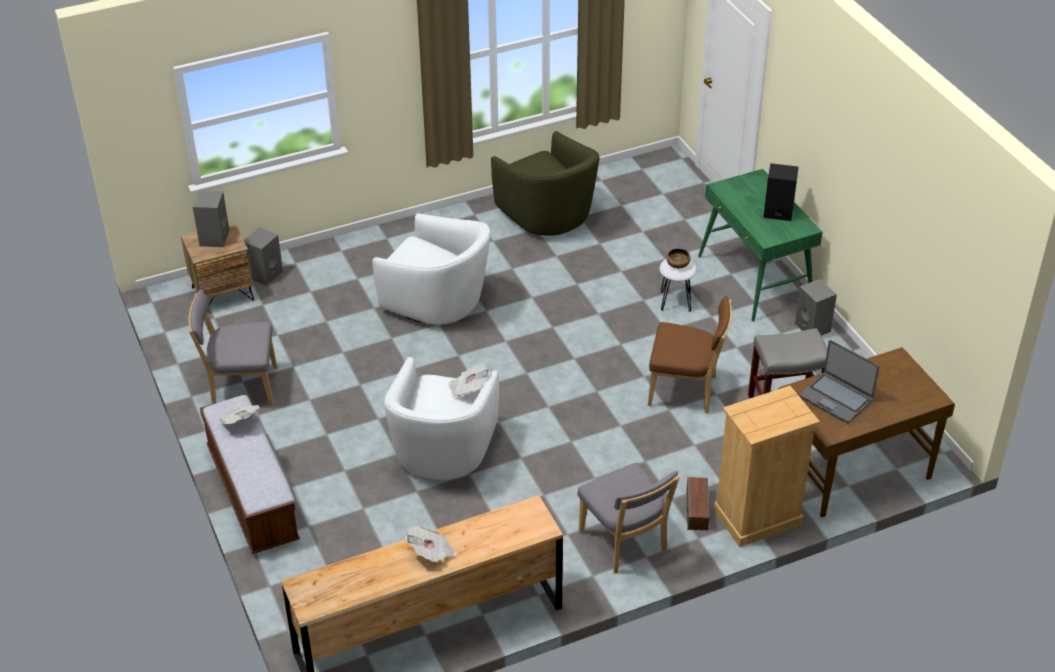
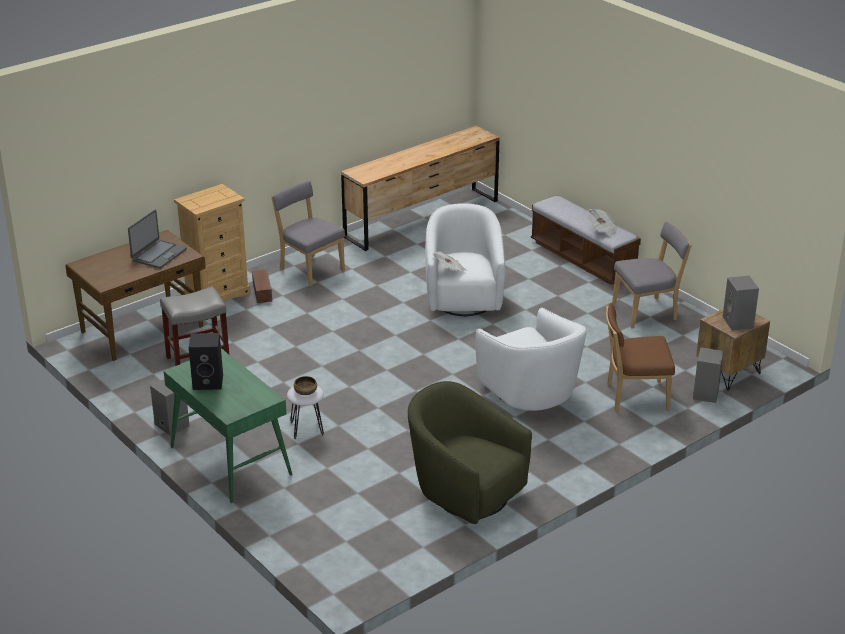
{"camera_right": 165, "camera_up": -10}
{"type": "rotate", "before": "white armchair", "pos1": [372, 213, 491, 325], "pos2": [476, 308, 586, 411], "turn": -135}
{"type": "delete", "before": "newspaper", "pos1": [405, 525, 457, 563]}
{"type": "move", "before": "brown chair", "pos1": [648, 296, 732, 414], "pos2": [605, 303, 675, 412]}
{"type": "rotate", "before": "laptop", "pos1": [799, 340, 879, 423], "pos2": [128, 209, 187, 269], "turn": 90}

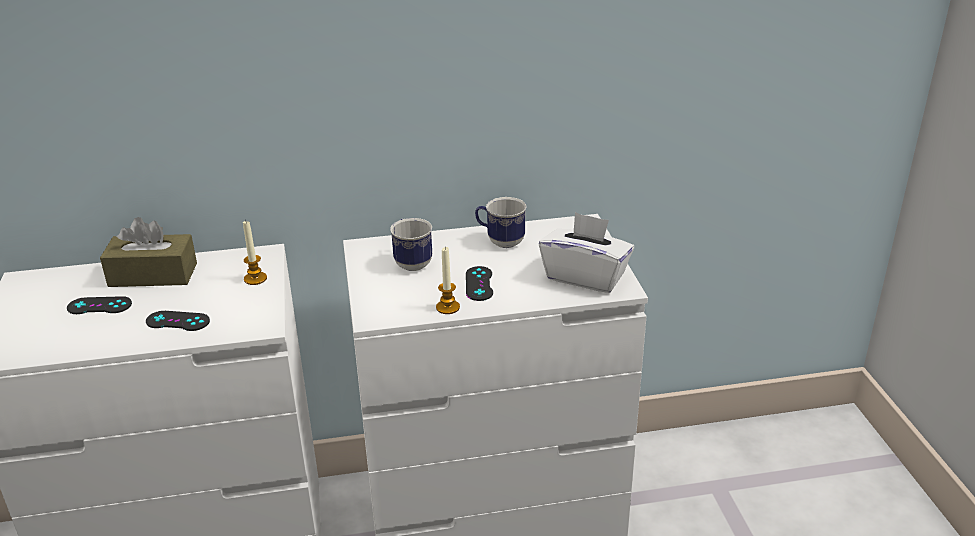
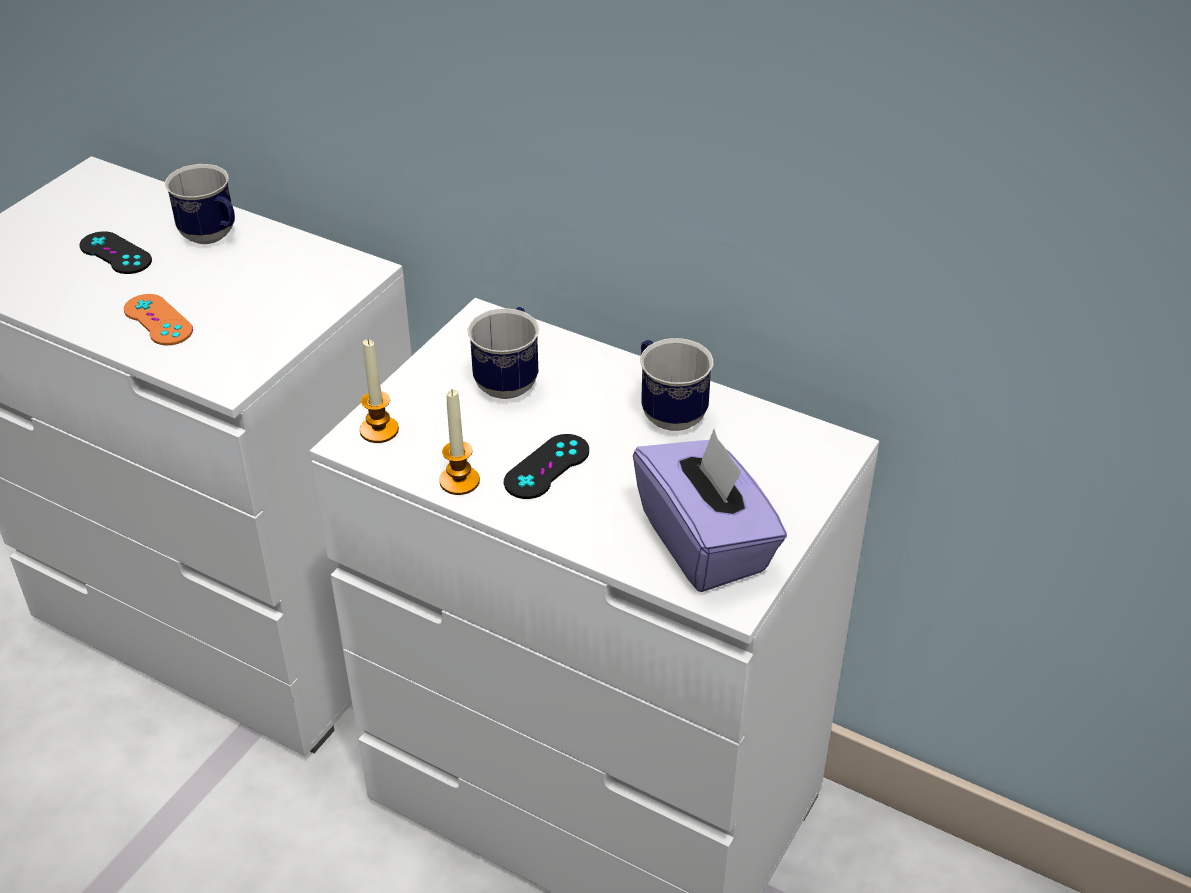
{"camera_right": 40, "camera_up": 10}
{"type": "replace", "before": "brown tissue box", "after": "mug", "pos1": [100, 217, 197, 287], "pos2": [165, 164, 235, 244]}
{"type": "recolor", "before": "black game controller", "after": "orange game controller", "pos1": [146, 311, 210, 331], "pos2": [124, 294, 193, 345]}
{"type": "move", "before": "candle", "pos1": [243, 221, 267, 285], "pos2": [360, 340, 399, 443]}
{"type": "recolor", "before": "white tissue box", "after": "purple tissue box", "pos1": [539, 212, 634, 293], "pos2": [633, 429, 787, 592]}

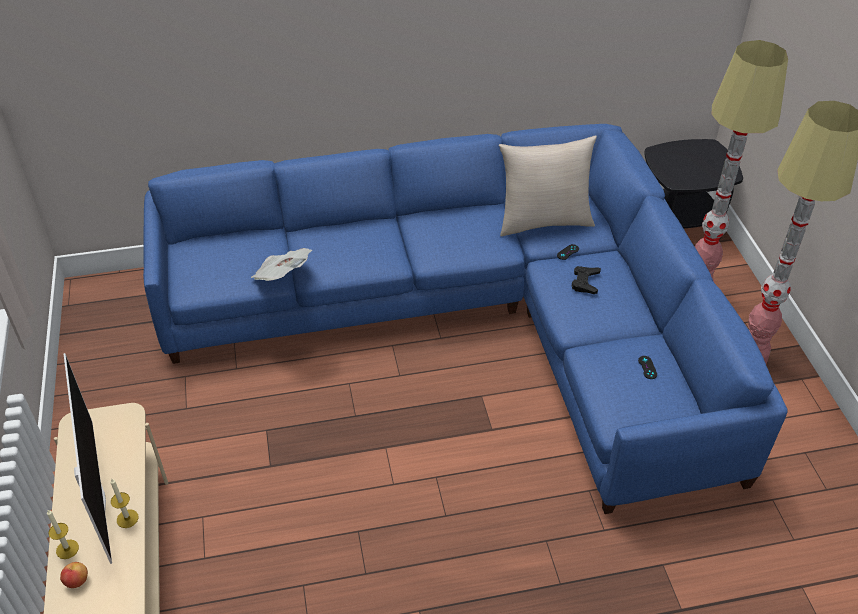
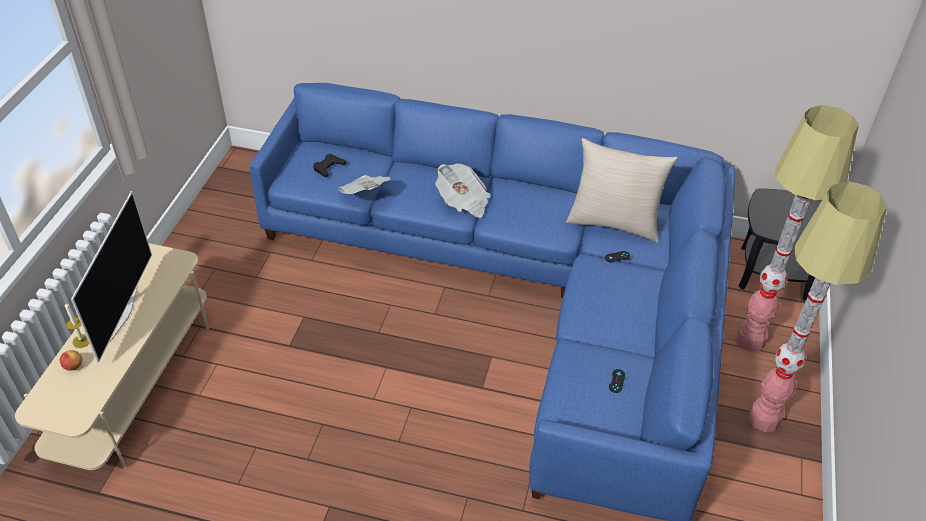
{"camera_right": 25, "camera_up": 0}
{"type": "delete", "before": "candle", "pos1": [110, 478, 138, 528]}
{"type": "move", "before": "black game controller", "pos1": [571, 266, 601, 294], "pos2": [313, 154, 346, 177]}
{"type": "insert", "after": "newspaper", "pos2": [435, 163, 490, 218]}

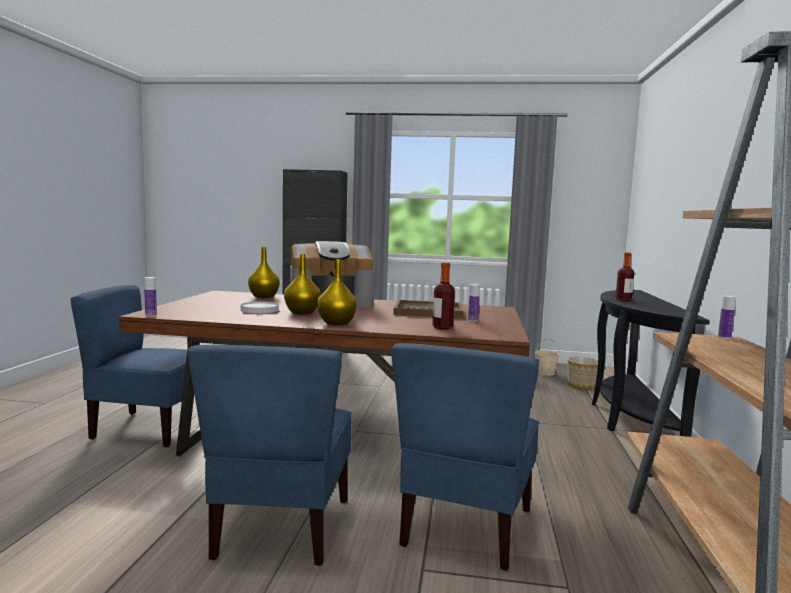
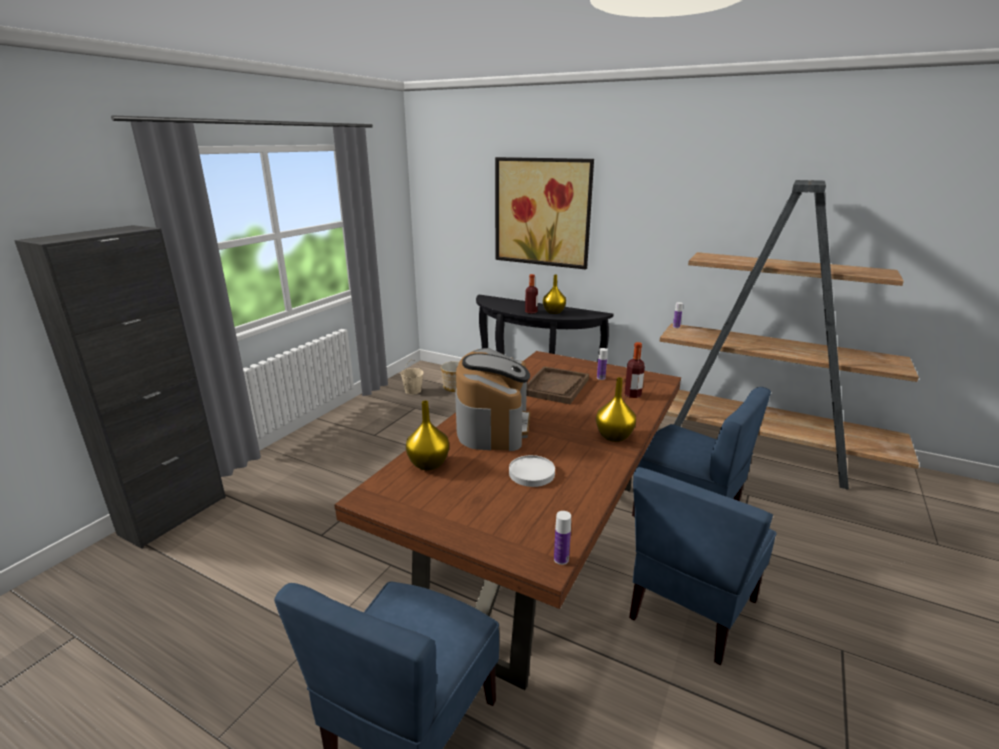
{"camera_right": -70, "camera_up": 15}
{"type": "rotate", "before": "blue chair", "pos1": [188, 345, 352, 566], "pos2": [629, 467, 777, 665], "turn": 105}
{"type": "move", "before": "yellow vase", "pos1": [284, 254, 321, 315], "pos2": [543, 275, 566, 314]}
{"type": "insert", "after": "picture", "pos2": [495, 157, 594, 269]}

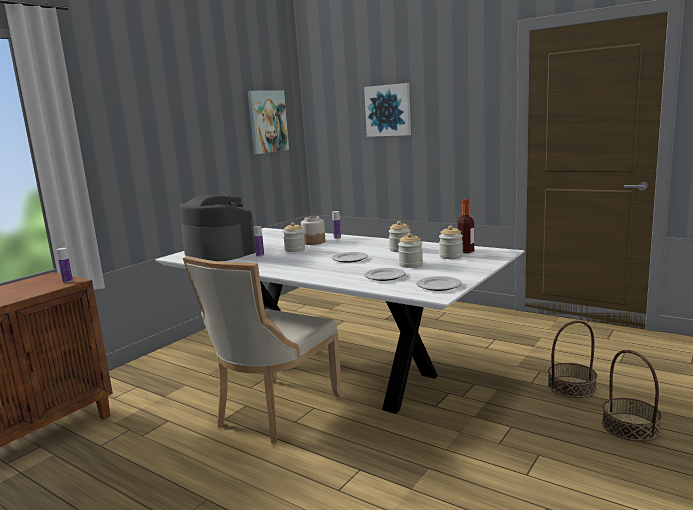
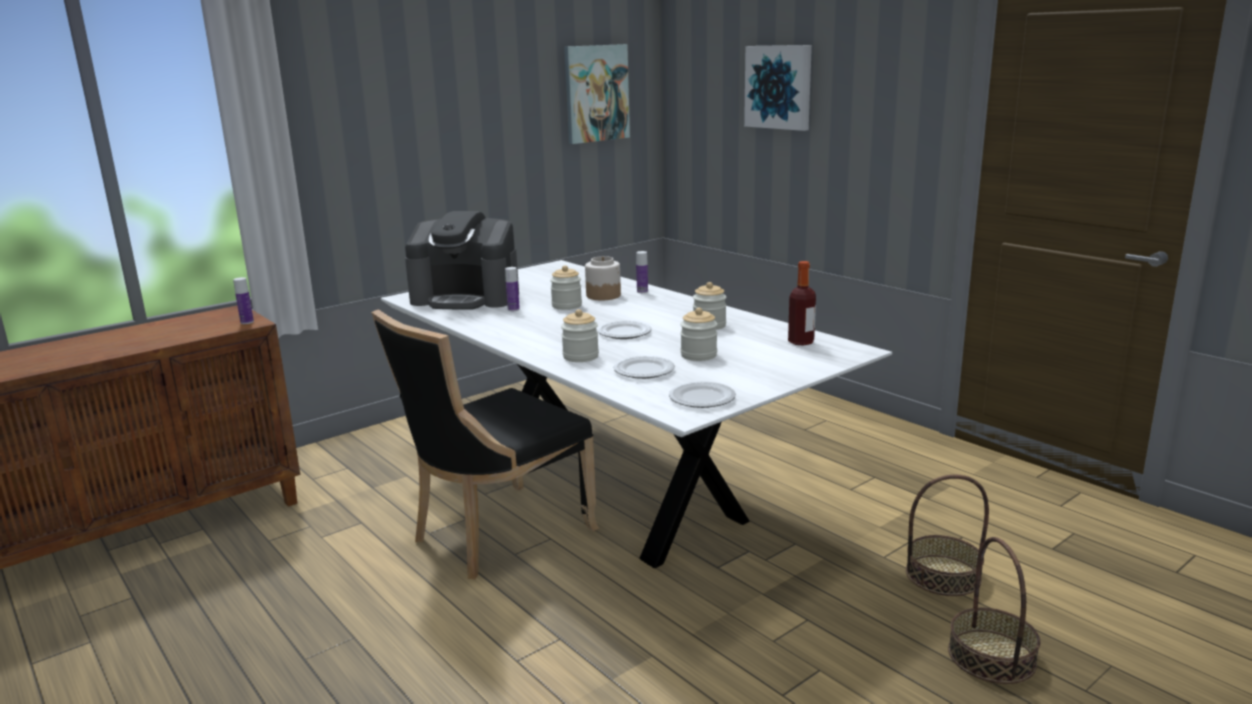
{"camera_right": 15, "camera_up": 5}
{"type": "rotate", "before": "coffee machine", "pos1": [180, 195, 256, 261], "pos2": [405, 211, 519, 310], "turn": 135}
{"type": "recolor", "before": "beige chair", "after": "black chair", "pos1": [183, 256, 344, 443], "pos2": [371, 309, 599, 579]}
{"type": "move", "before": "jar", "pos1": [439, 226, 463, 259], "pos2": [561, 309, 599, 362]}

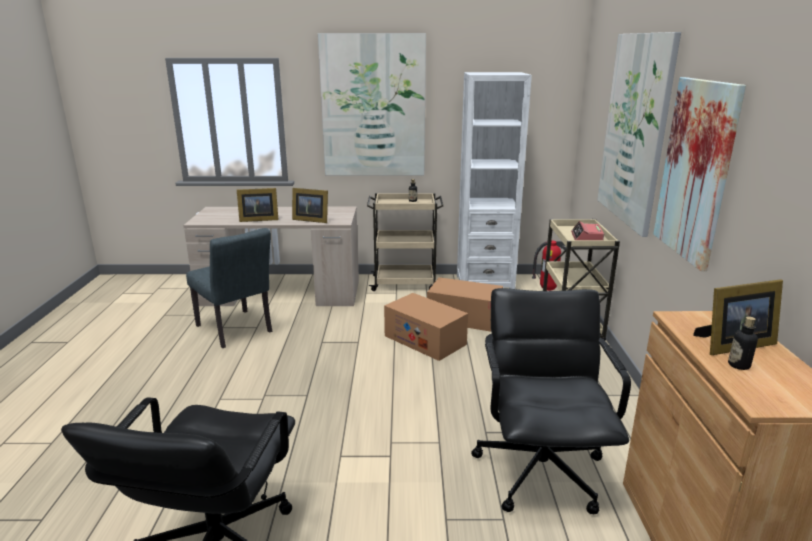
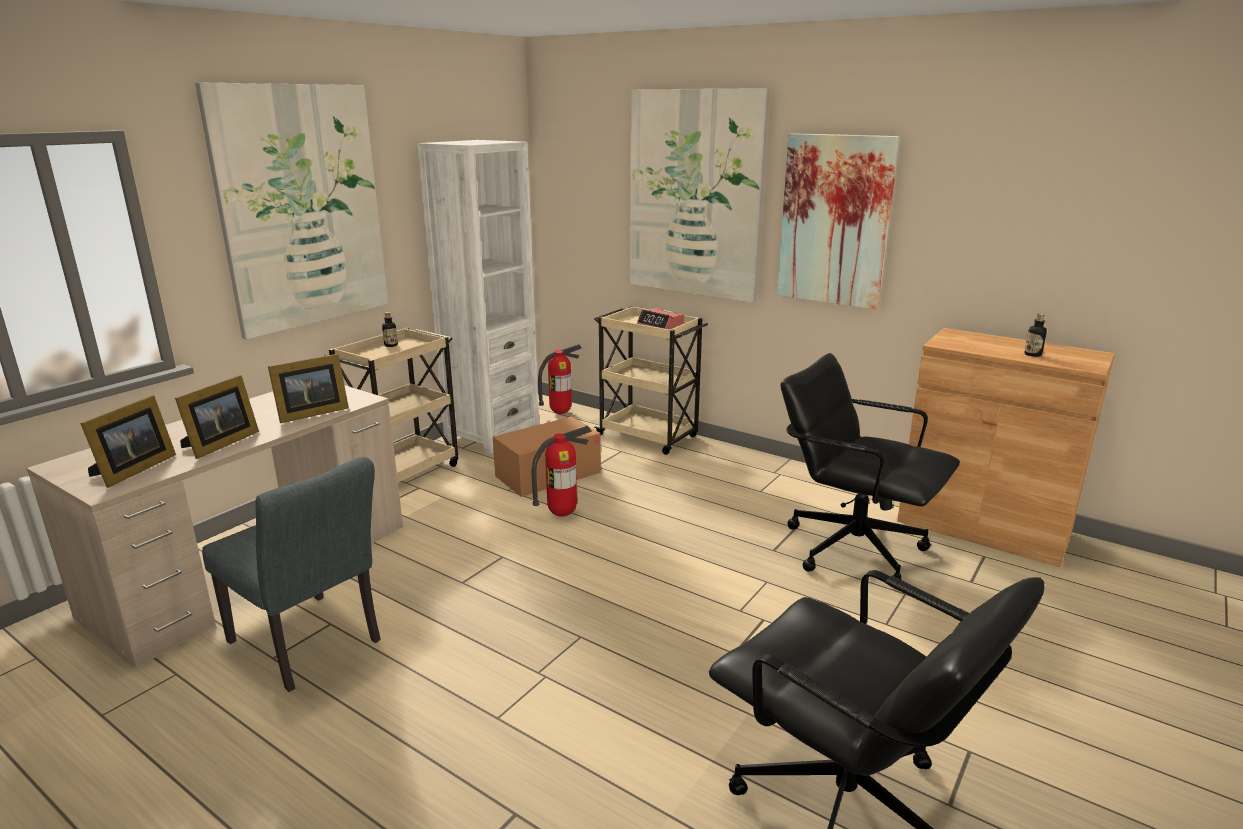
{"camera_right": -55, "camera_up": 0}
{"type": "rotate", "before": "grey chair", "pos1": [186, 228, 272, 348], "pos2": [202, 456, 381, 692], "turn": 45}
{"type": "replace", "before": "cardboard box", "after": "fire extinguisher", "pos1": [384, 293, 468, 361], "pos2": [532, 426, 591, 517]}
{"type": "move", "before": "picture frame", "pos1": [693, 279, 783, 355], "pos2": [80, 395, 176, 488]}

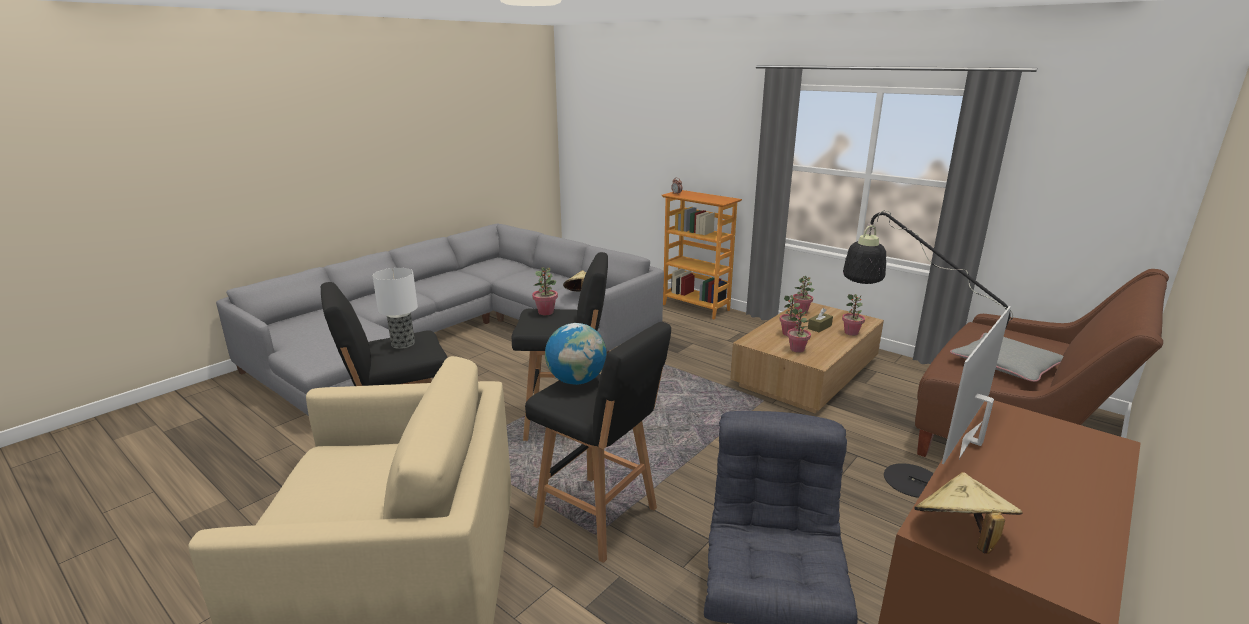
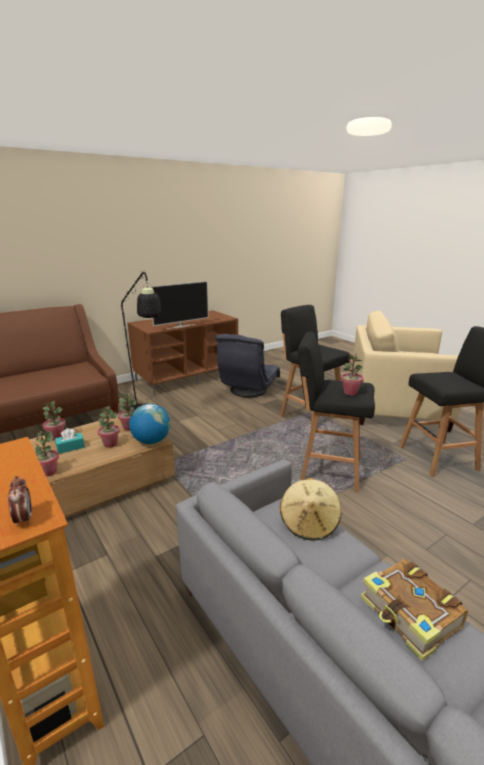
{"camera_right": -165, "camera_up": 0}
{"type": "delete", "before": "table lamp", "pos1": [372, 268, 418, 349]}
{"type": "move", "before": "globe", "pos1": [545, 323, 607, 385], "pos2": [129, 404, 170, 444]}
{"type": "recolor", "before": "brown tissue box", "after": "turquoise tissue box", "pos1": [808, 308, 833, 332], "pos2": [55, 428, 85, 454]}
{"type": "delete", "before": "beige hat", "pos1": [914, 472, 1022, 554]}
{"type": "delete", "before": "grey pillow", "pos1": [950, 333, 1063, 382]}
{"type": "insert", "after": "book", "pos2": [361, 559, 468, 661]}

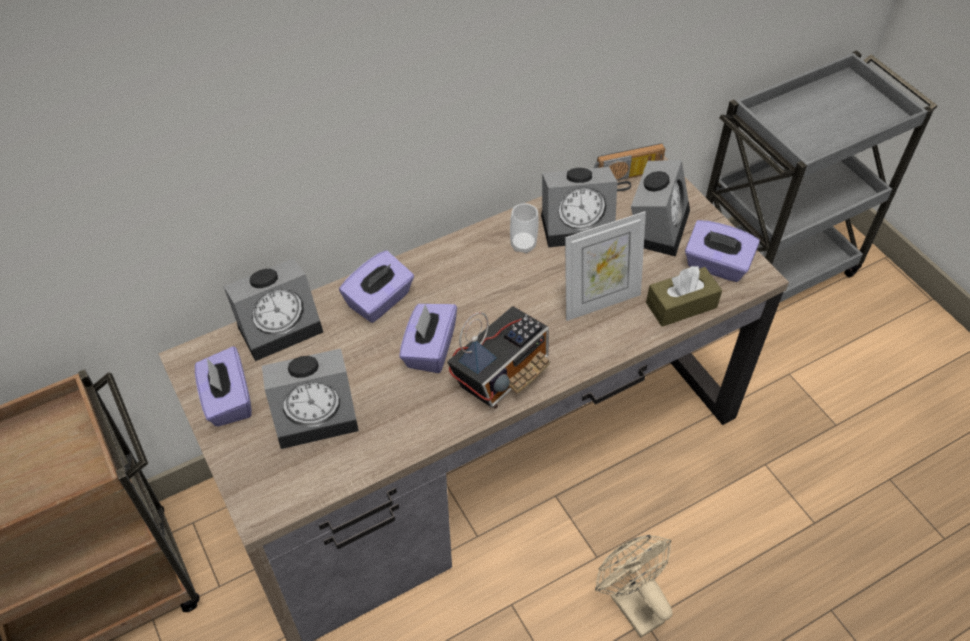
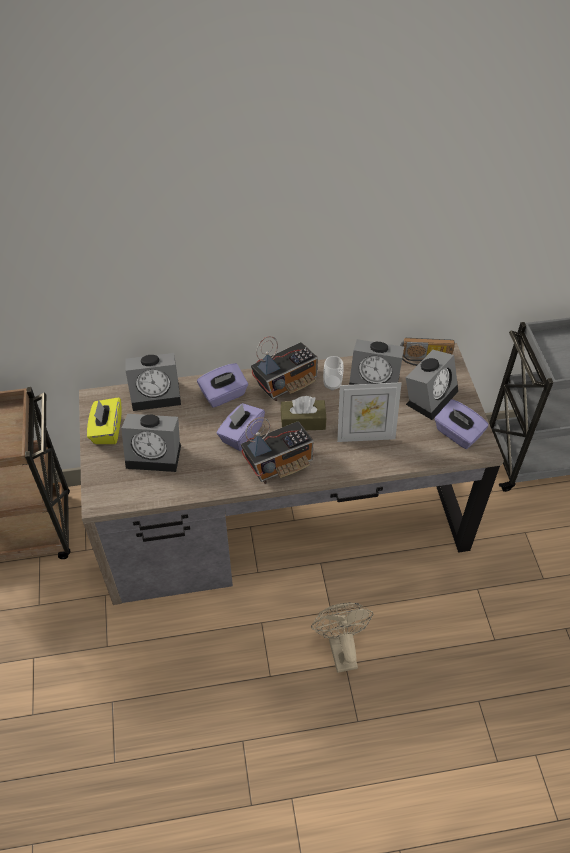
{"camera_right": 20, "camera_up": 0}
{"type": "recolor", "before": "purple tissue box", "after": "yellow tissue box", "pos1": [195, 346, 252, 427], "pos2": [87, 397, 122, 444]}
{"type": "move", "before": "brown tissue box", "pos1": [646, 265, 722, 327], "pos2": [281, 396, 327, 430]}
{"type": "insert", "after": "radio", "pos2": [251, 336, 318, 401]}

